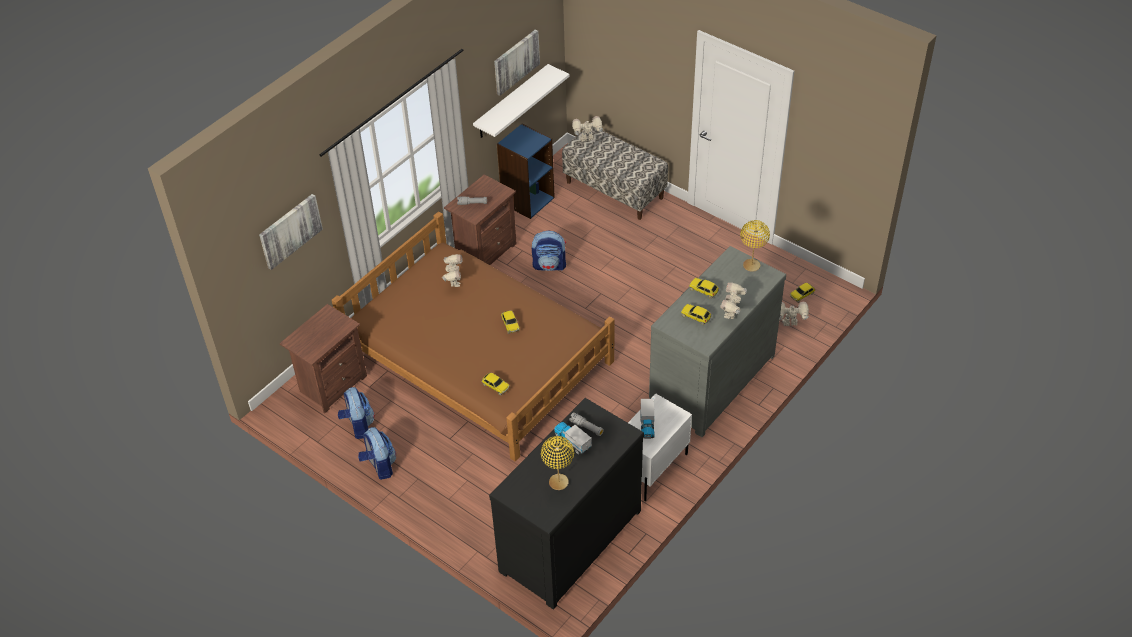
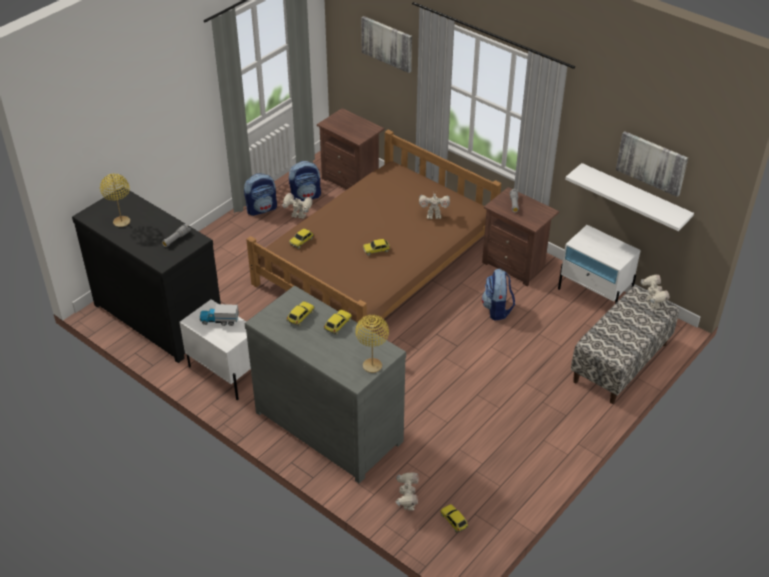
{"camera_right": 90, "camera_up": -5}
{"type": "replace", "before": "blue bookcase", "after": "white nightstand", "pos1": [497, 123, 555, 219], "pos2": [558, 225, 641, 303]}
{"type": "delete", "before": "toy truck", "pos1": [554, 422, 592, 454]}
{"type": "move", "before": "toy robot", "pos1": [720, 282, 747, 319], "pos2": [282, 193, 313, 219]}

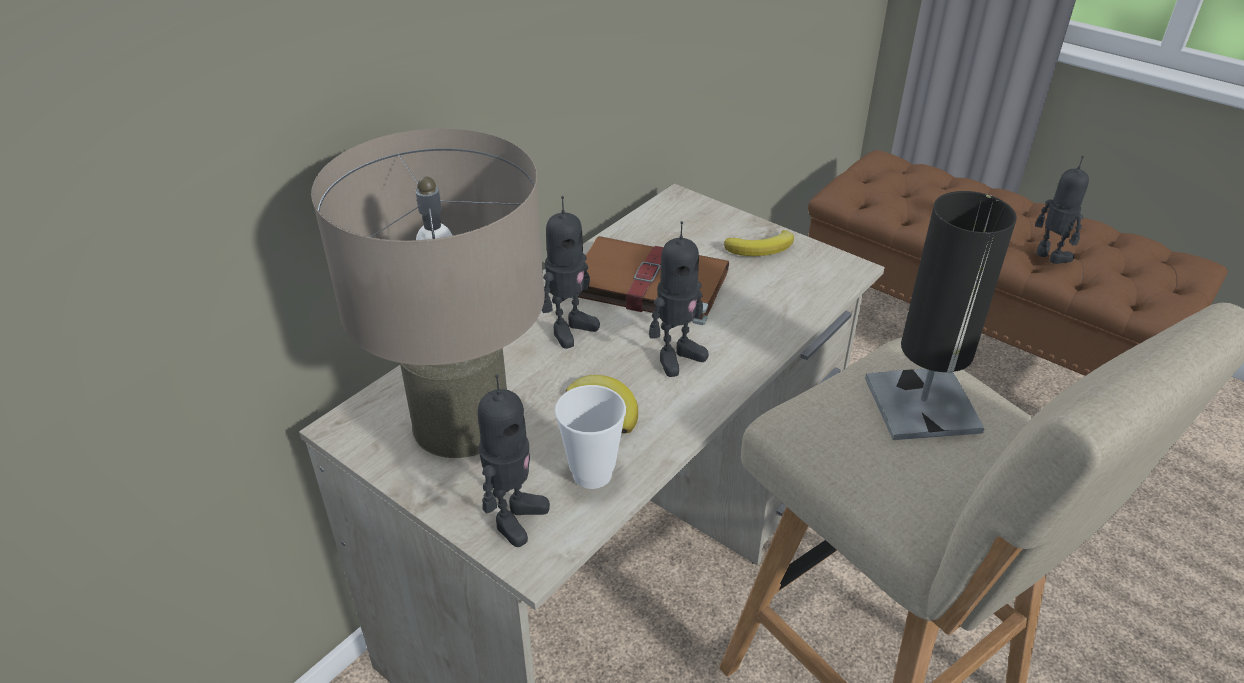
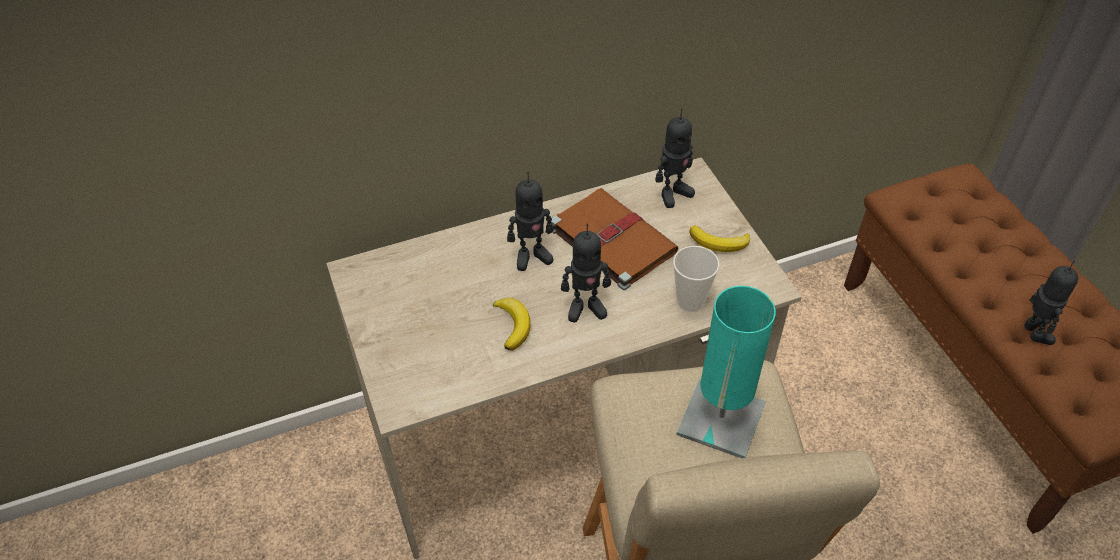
{"camera_right": 30, "camera_up": 10}
{"type": "delete", "before": "beige table lamp", "pos1": [311, 128, 545, 458]}
{"type": "move", "before": "toy robot", "pos1": [478, 374, 550, 547], "pos2": [655, 108, 695, 208]}
{"type": "move", "before": "cup", "pos1": [555, 385, 626, 489], "pos2": [673, 246, 719, 312]}
{"type": "recolor", "before": "black table lamp", "after": "turquoise table lamp", "pos1": [865, 191, 1017, 440], "pos2": [676, 286, 776, 458]}

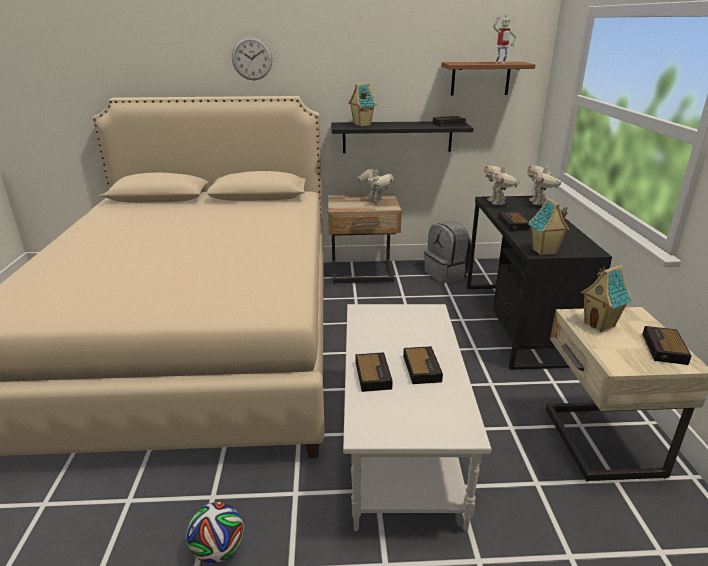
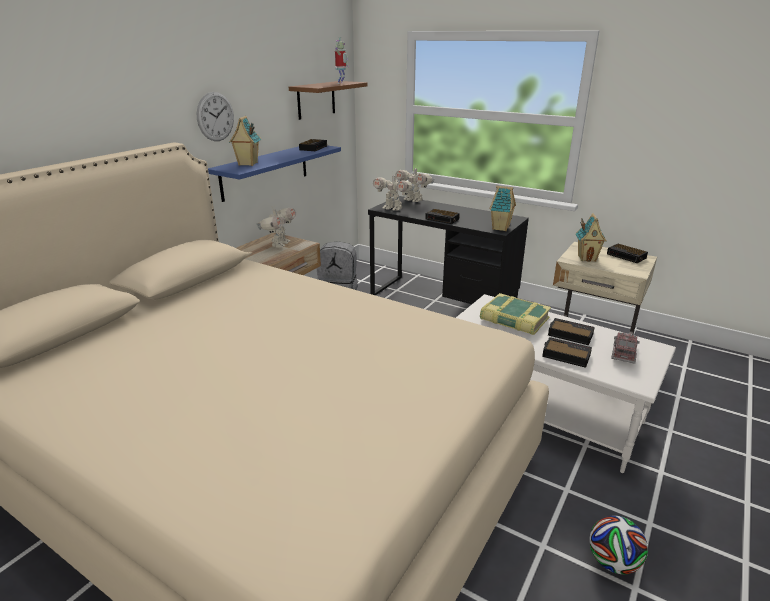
{"camera_right": -55, "camera_up": 0}
{"type": "move", "before": "wall clock", "pos1": [232, 37, 272, 80], "pos2": [197, 92, 234, 141]}
{"type": "recolor", "before": "black shelf", "after": "blue shelf", "pos1": [331, 121, 474, 153], "pos2": [208, 145, 341, 202]}
{"type": "rotate", "before": "toy robot", "pos1": [357, 166, 394, 204], "pos2": [256, 206, 296, 248], "turn": 105}
{"type": "insert", "after": "book", "pos2": [480, 293, 551, 335]}
{"type": "insert", "after": "toy truck", "pos2": [611, 332, 640, 364]}

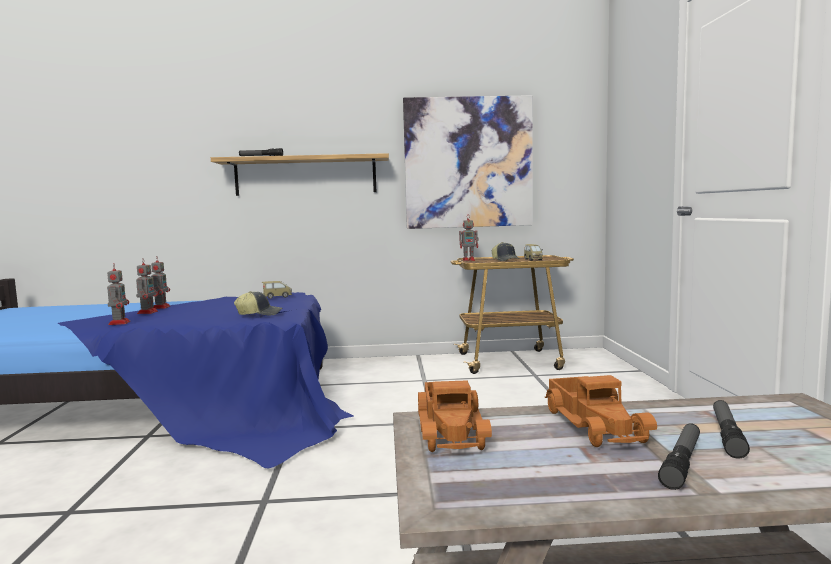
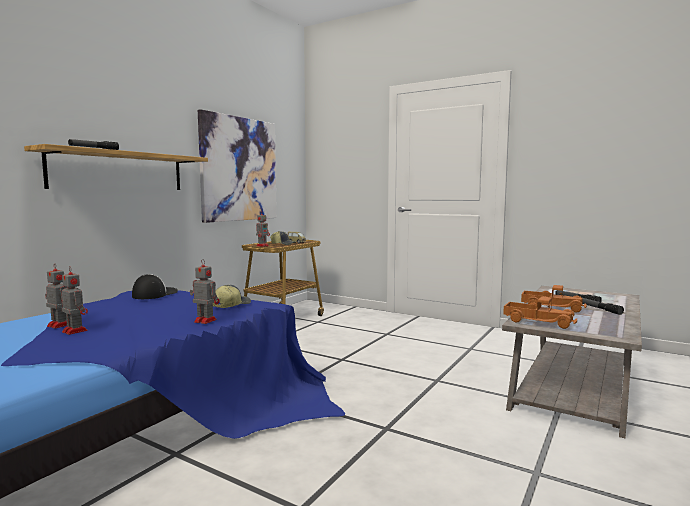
{"camera_right": -55, "camera_up": 0}
{"type": "move", "before": "toy robot", "pos1": [107, 264, 130, 325], "pos2": [190, 259, 220, 324]}
{"type": "replace", "before": "toy car", "after": "cap", "pos1": [262, 281, 292, 299], "pos2": [132, 274, 178, 299]}

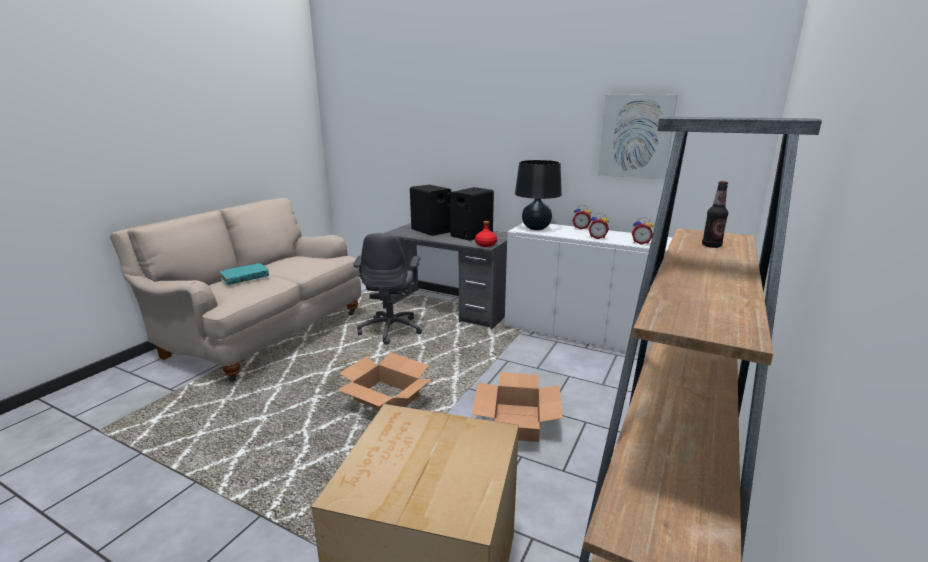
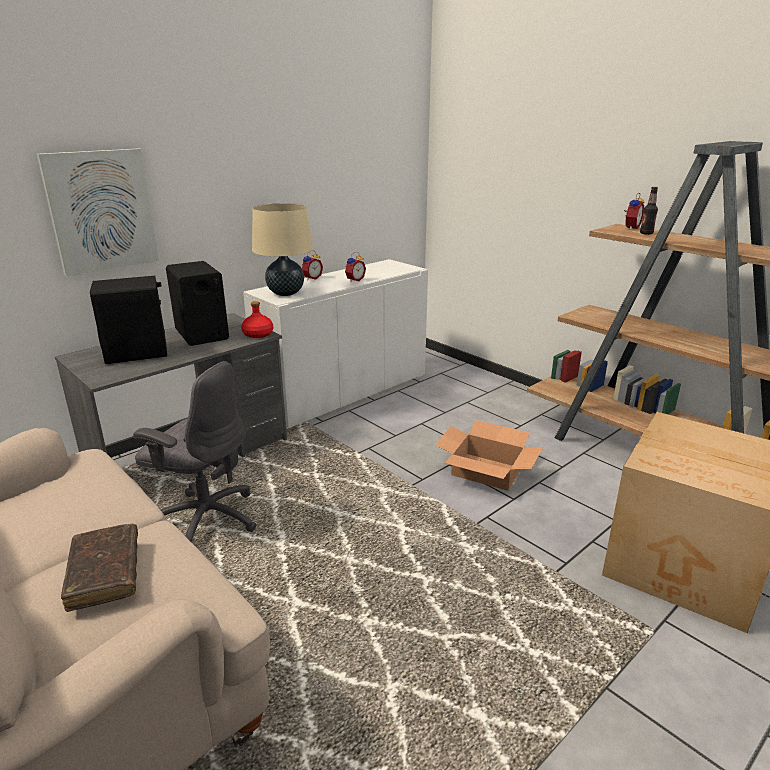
{"camera_right": -70, "camera_up": 5}
{"type": "recolor", "before": "turquoise book", "after": "brown book", "pos1": [219, 263, 269, 285], "pos2": [61, 524, 138, 612]}
{"type": "delete", "before": "cardboard box", "pos1": [337, 353, 432, 410]}
{"type": "recolor", "before": "black table lamp", "after": "beige table lamp", "pos1": [515, 160, 562, 230], "pos2": [252, 203, 313, 296]}
{"type": "move", "before": "picture", "pos1": [598, 94, 678, 180], "pos2": [37, 149, 159, 276]}
{"type": "move", "before": "alarm clock", "pos1": [631, 217, 654, 245], "pos2": [624, 193, 645, 230]}

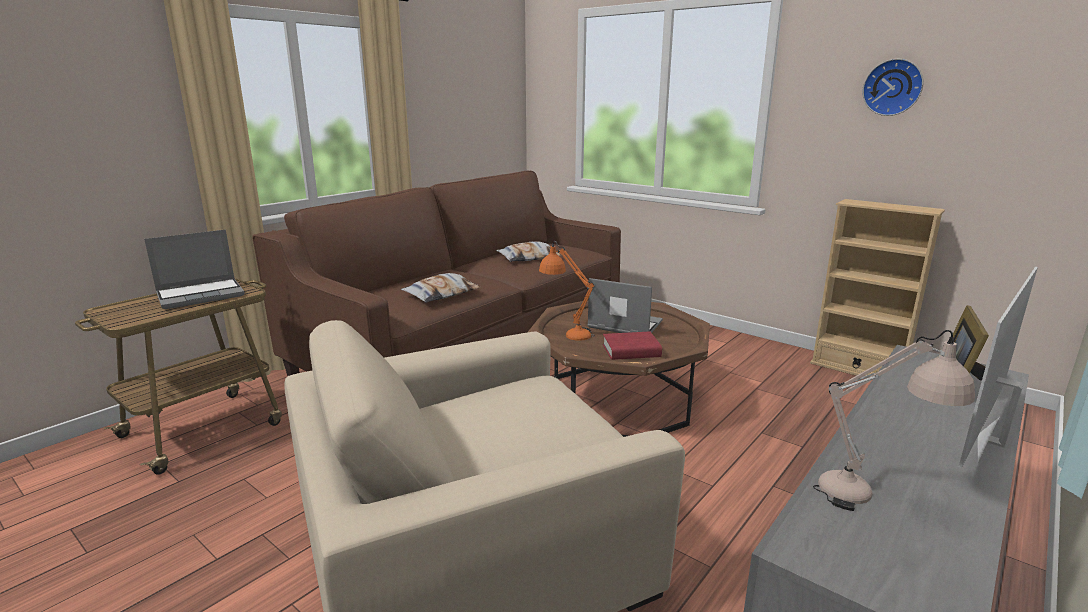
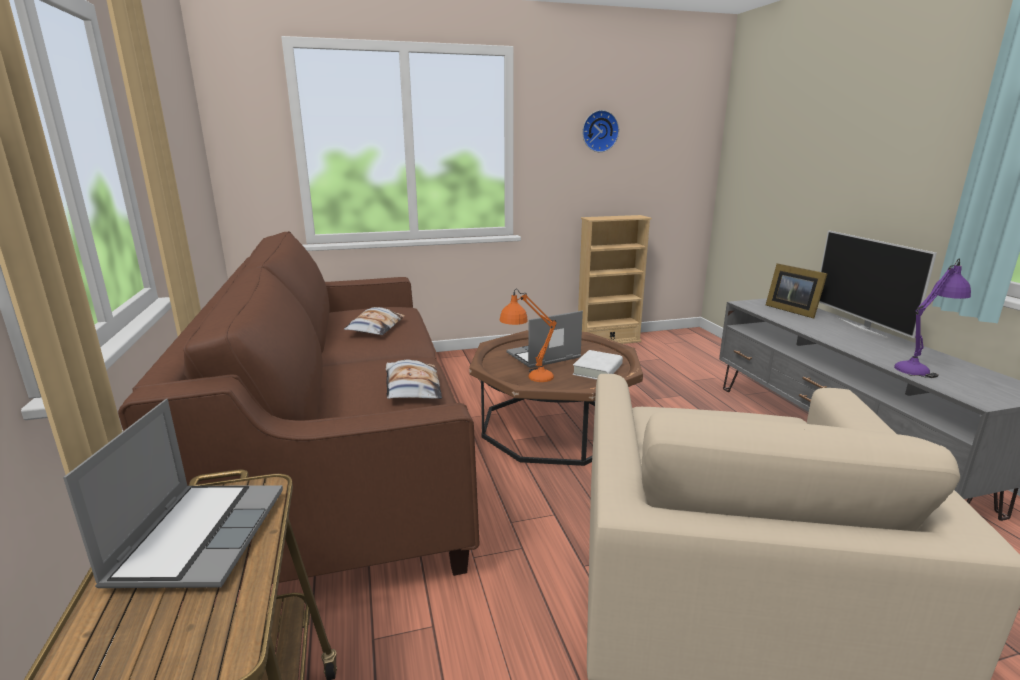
{"camera_right": -55, "camera_up": 0}
{"type": "recolor", "before": "red book", "after": "white book", "pos1": [603, 331, 662, 360], "pos2": [573, 350, 623, 380]}
{"type": "recolor", "before": "beige table lamp", "after": "purple table lamp", "pos1": [813, 330, 975, 511], "pos2": [894, 259, 971, 378]}

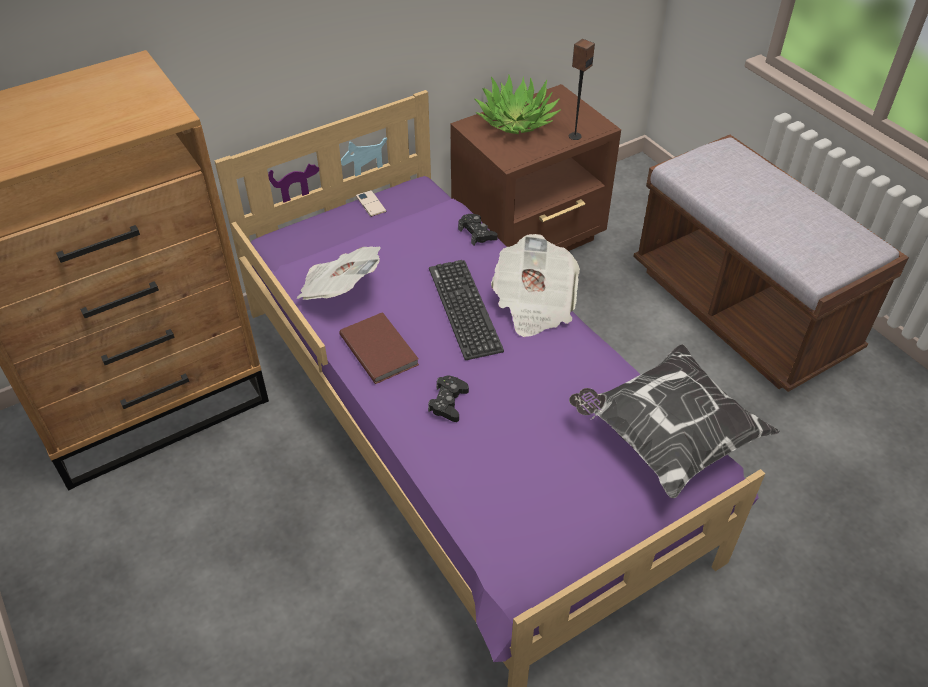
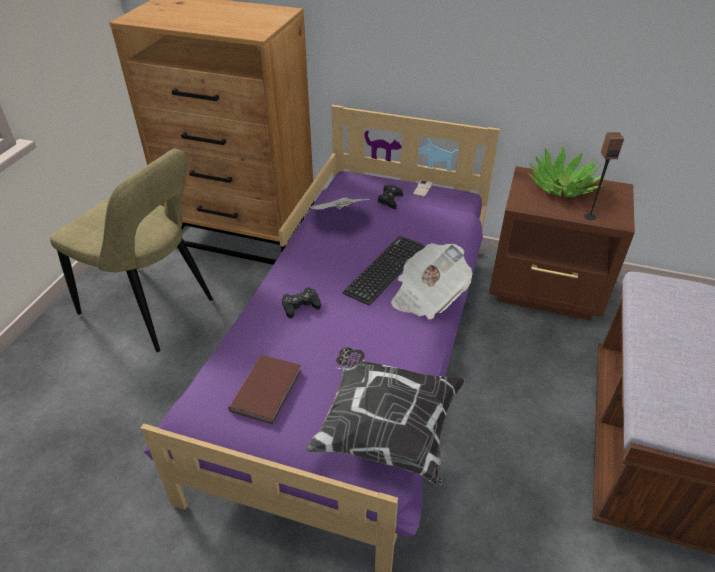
{"camera_right": 50, "camera_up": -5}
{"type": "move", "before": "brown book", "pos1": [339, 312, 419, 384], "pos2": [228, 355, 301, 424]}
{"type": "move", "before": "black game controller", "pos1": [458, 214, 498, 246], "pos2": [377, 185, 403, 209]}
{"type": "insert", "after": "beige chair", "pos2": [50, 149, 213, 352]}

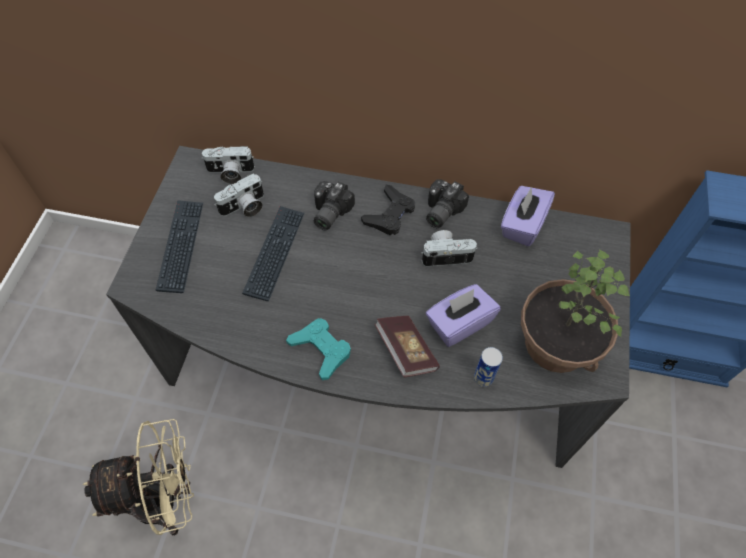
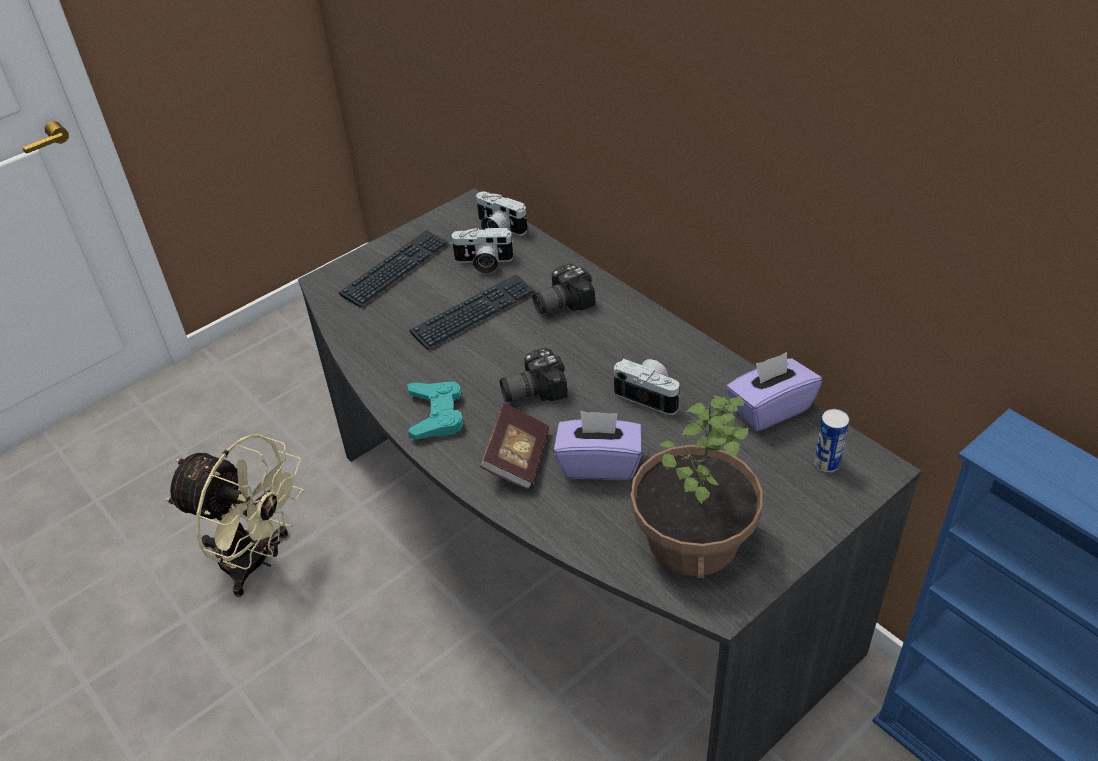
{"camera_right": 40, "camera_up": -15}
{"type": "delete", "before": "black game controller", "pos1": [361, 185, 415, 235]}
{"type": "move", "before": "photo camera", "pos1": [426, 179, 469, 228], "pos2": [500, 348, 568, 402]}
{"type": "move", "before": "can", "pos1": [474, 347, 503, 387], "pos2": [814, 409, 849, 473]}

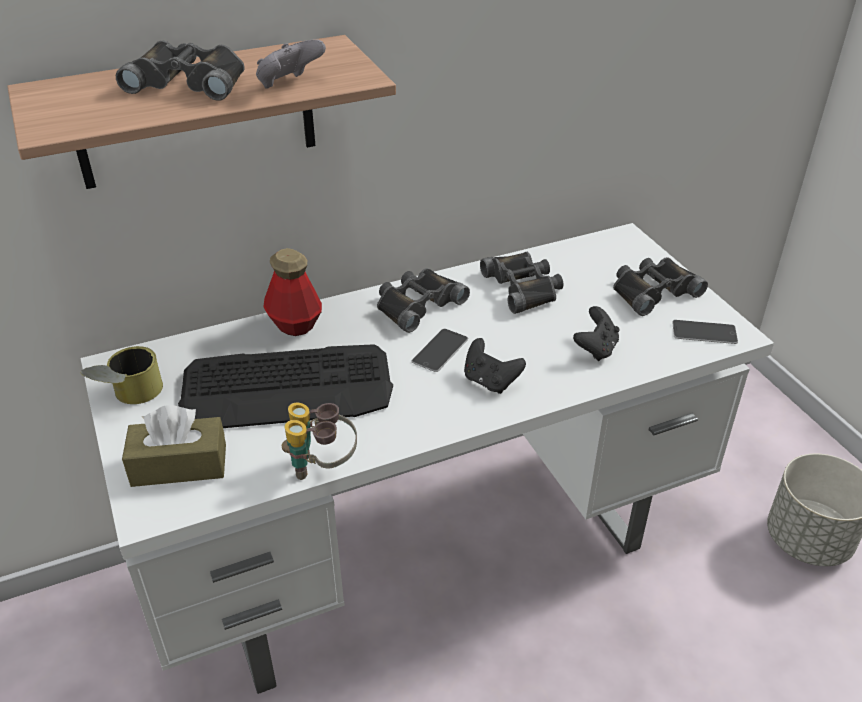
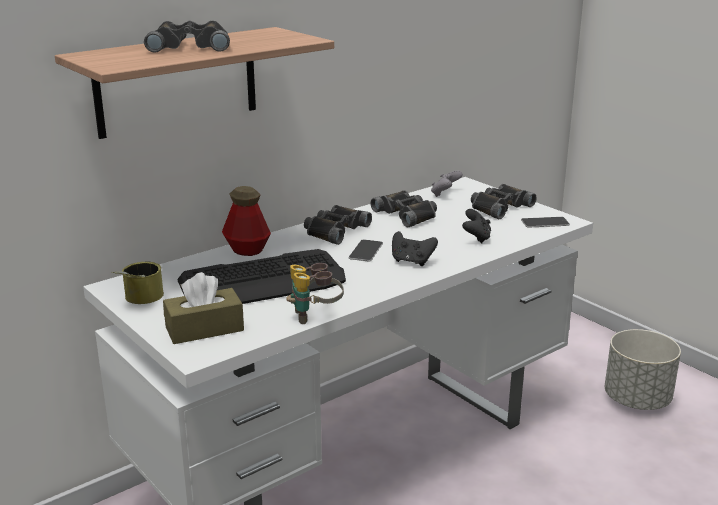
{"camera_right": -15, "camera_up": -15}
{"type": "move", "before": "grey game controller", "pos1": [256, 39, 326, 89], "pos2": [431, 171, 463, 197]}

